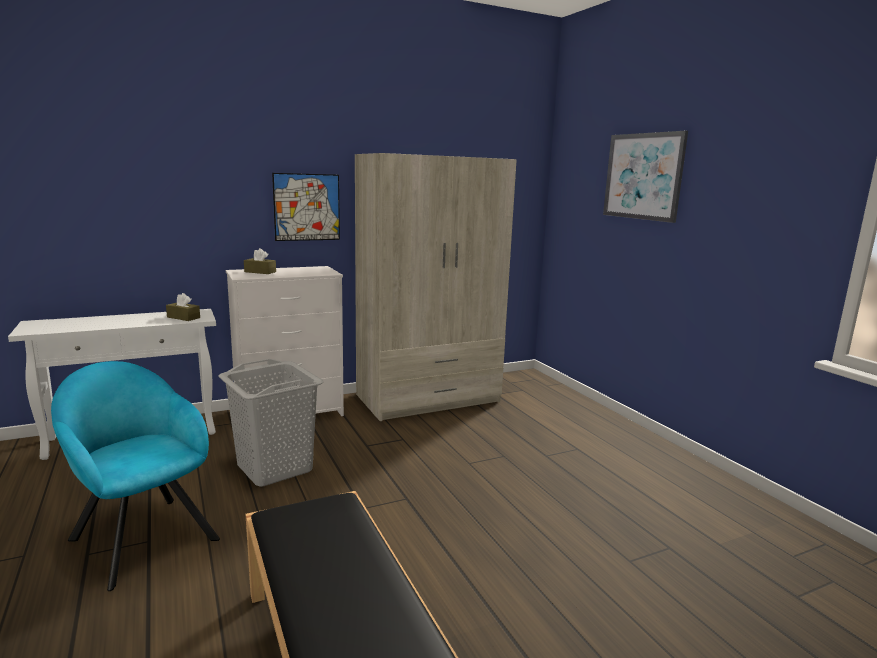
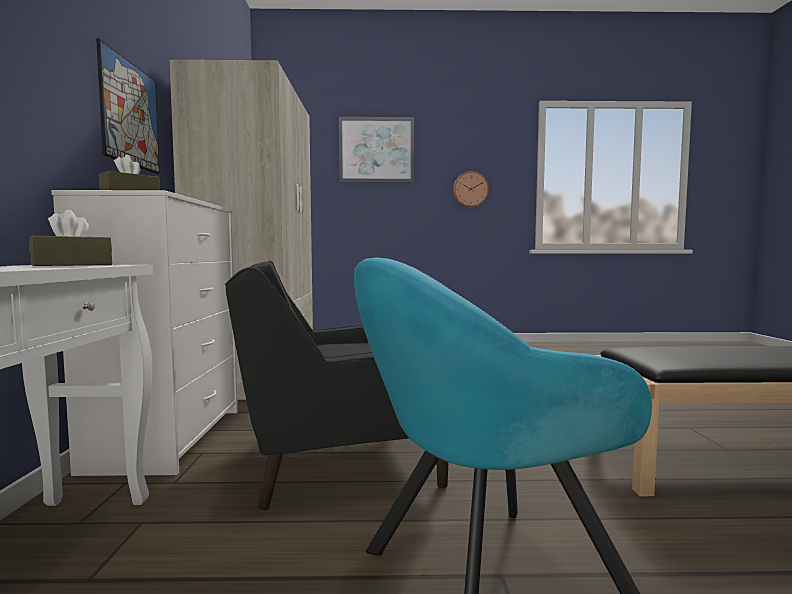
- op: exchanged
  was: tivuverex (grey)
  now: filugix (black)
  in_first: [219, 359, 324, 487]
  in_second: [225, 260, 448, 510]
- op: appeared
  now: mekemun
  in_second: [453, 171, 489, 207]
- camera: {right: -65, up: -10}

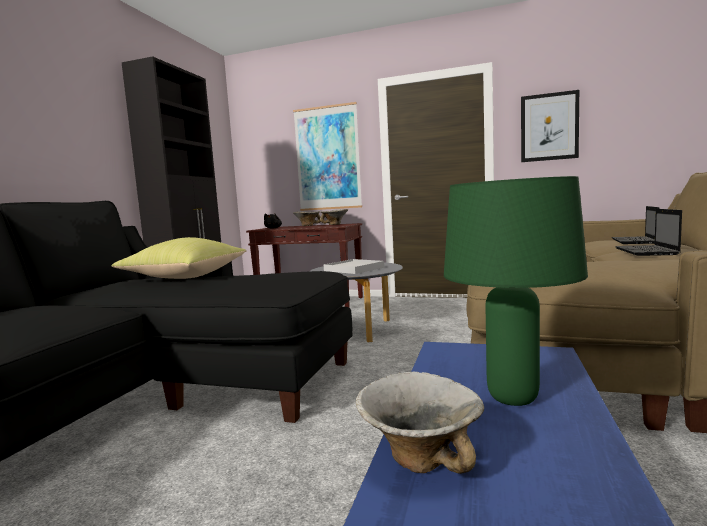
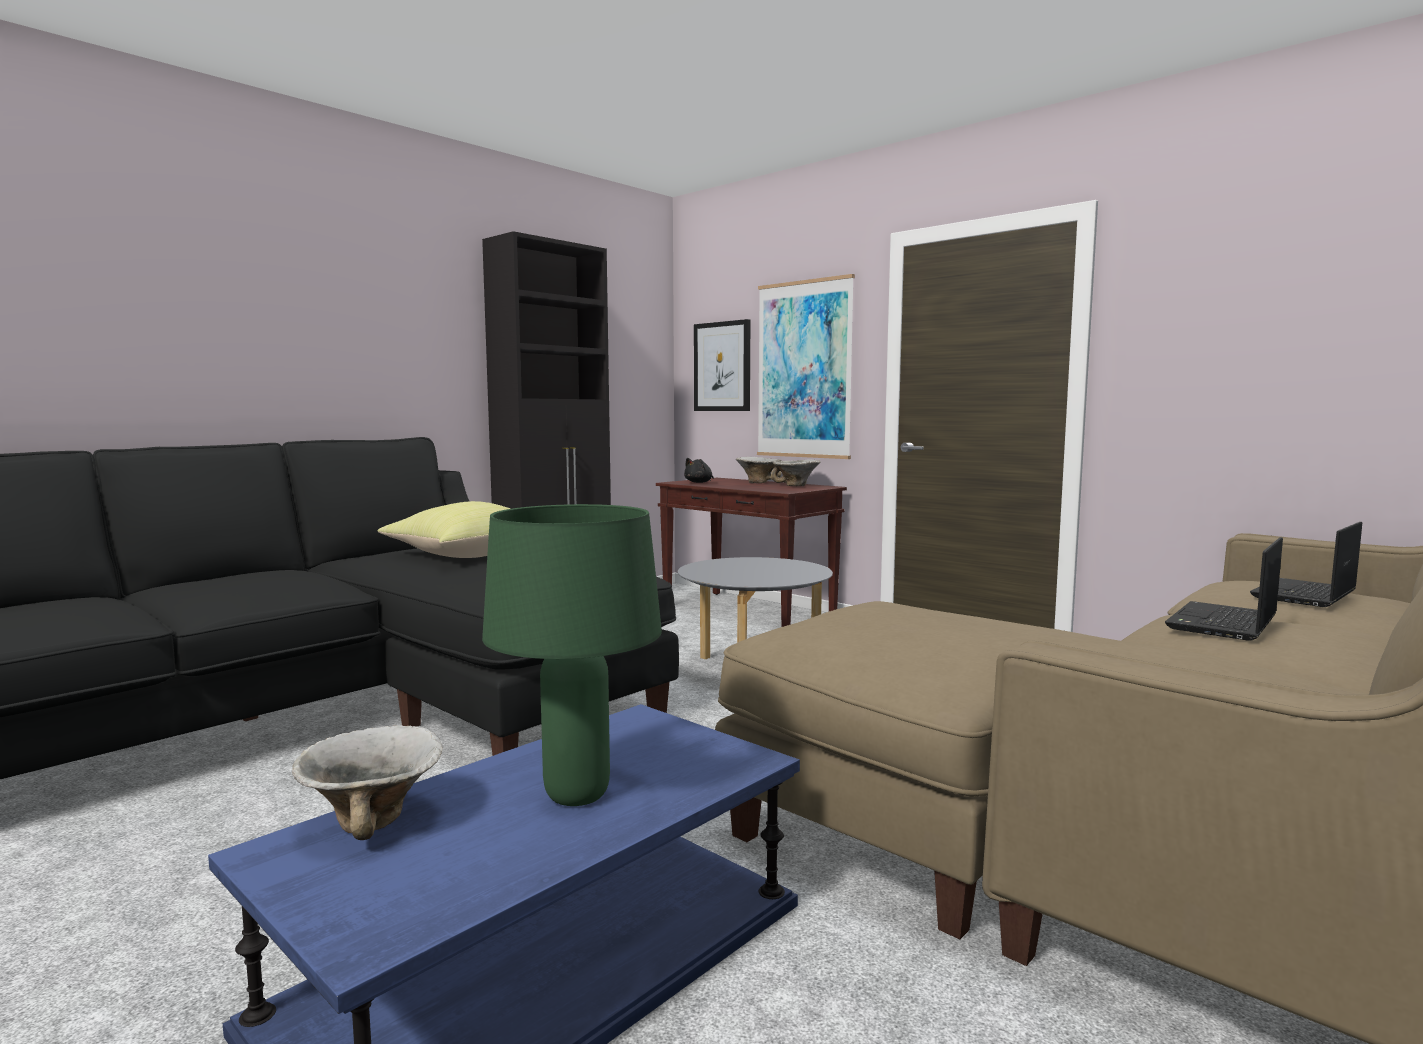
- op: missing
  was: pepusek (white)
  in_first: [324, 259, 384, 274]
- op: relocated
  was: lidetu
  in_first: [521, 90, 579, 162]
  in_second: [694, 319, 750, 411]
- camera: {right: 25, up: 0}

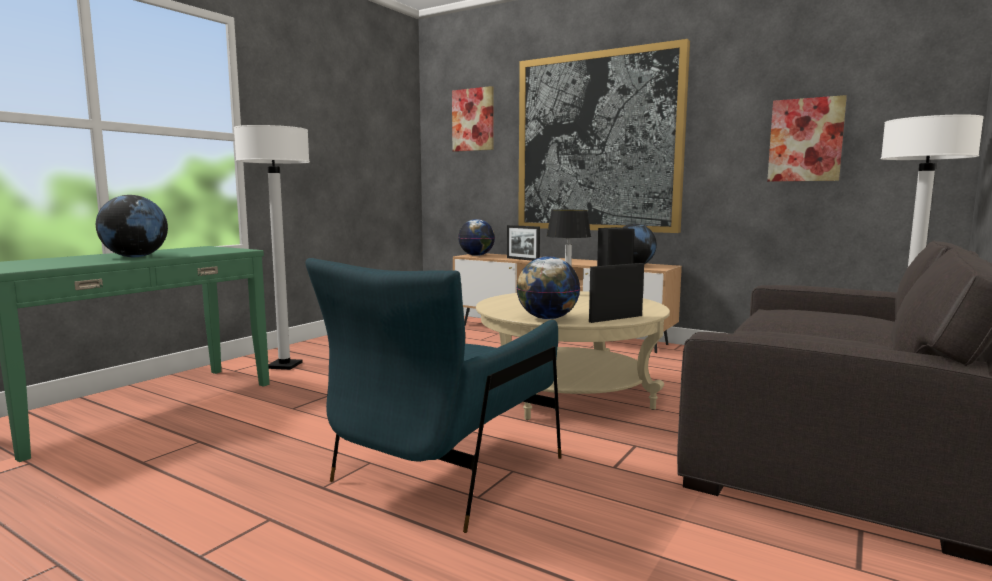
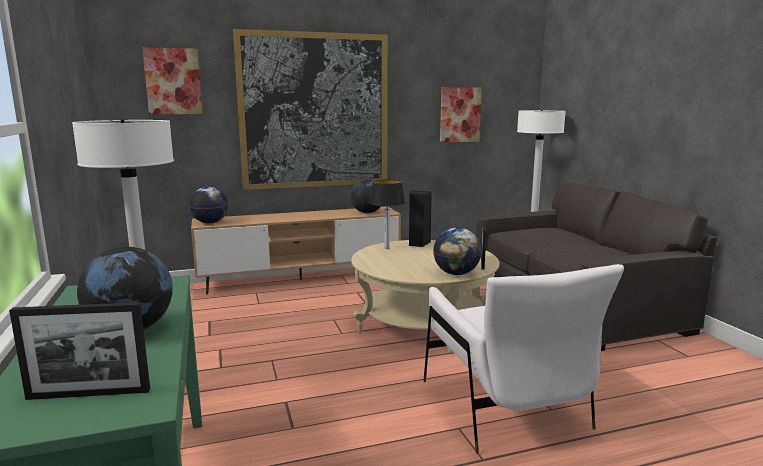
- op: colour
  was: filugix (blue)
  now: filugix (white)
  in_first: [305, 258, 562, 533]
  in_second: [423, 264, 624, 454]
- op: relocated
  was: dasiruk
  in_first: [507, 225, 540, 261]
  in_second: [9, 302, 150, 400]
- camera: {right: -50, up: 5}

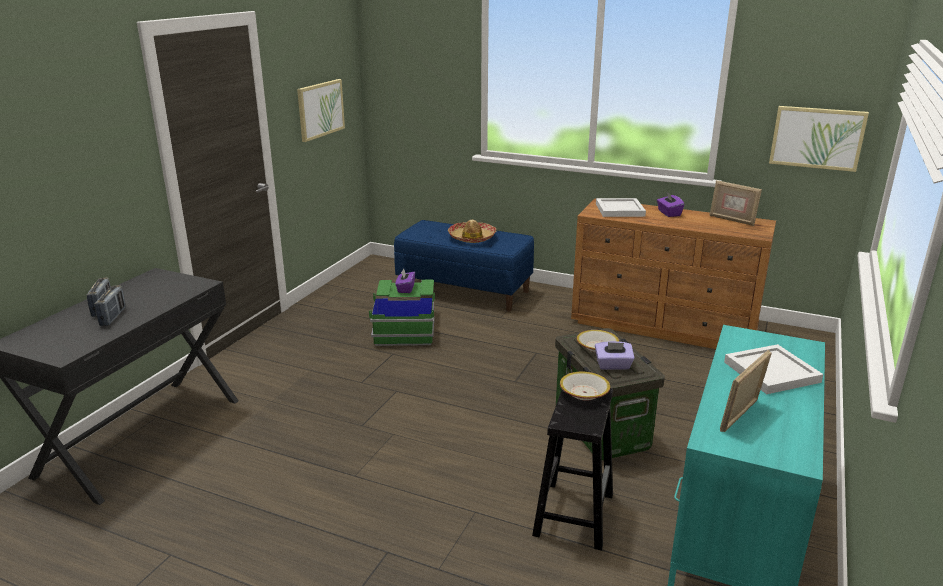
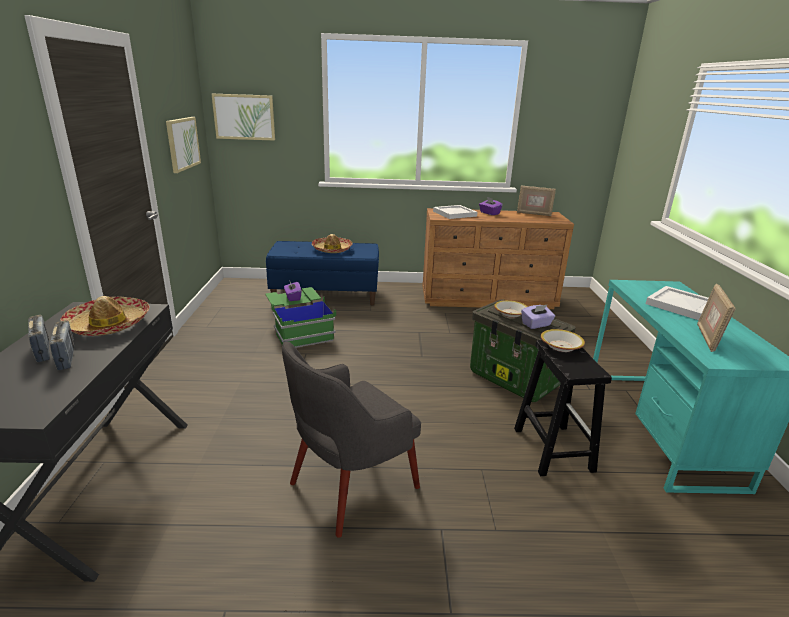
- op: relocated
  was: lidetu
  in_first: [769, 106, 869, 172]
  in_second: [212, 94, 275, 141]
- op: appeared
  now: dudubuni
  in_second: [60, 296, 150, 336]
- op: appeared
  now: filugix (grey)
  in_second: [282, 341, 421, 538]
- camera: {right: -25, up: 0}

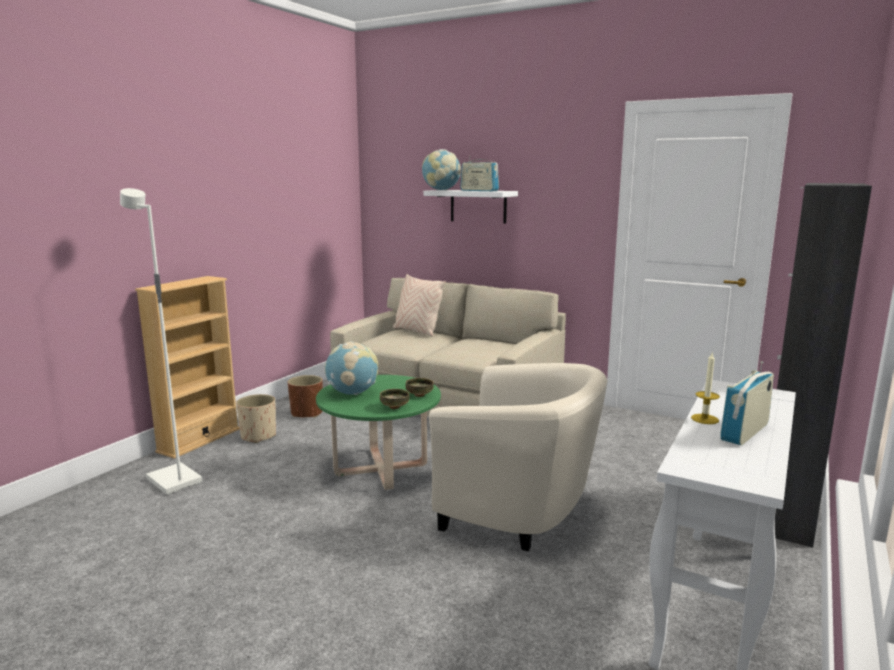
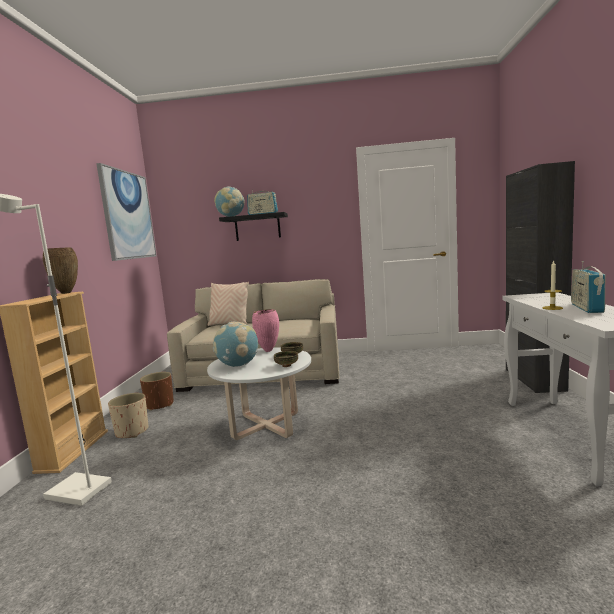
- op: colour
  was: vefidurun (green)
  now: vefidurun (white)
  in_first: [316, 375, 441, 490]
  in_second: [207, 347, 311, 440]
- op: colour
  was: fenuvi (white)
  now: fenuvi (black)
  in_first: [423, 190, 518, 224]
  in_second: [219, 212, 288, 241]
- op: missing
  was: filugix (beige)
  in_first: [429, 363, 607, 552]
- op: appeared
  now: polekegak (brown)
  in_second: [43, 247, 78, 294]
- op: appeared
  now: lidetu
  in_second: [96, 163, 157, 261]
- op: appeared
  now: polekegak (pink)
  in_second: [252, 309, 279, 352]
- camera: {right: -25, up: -5}

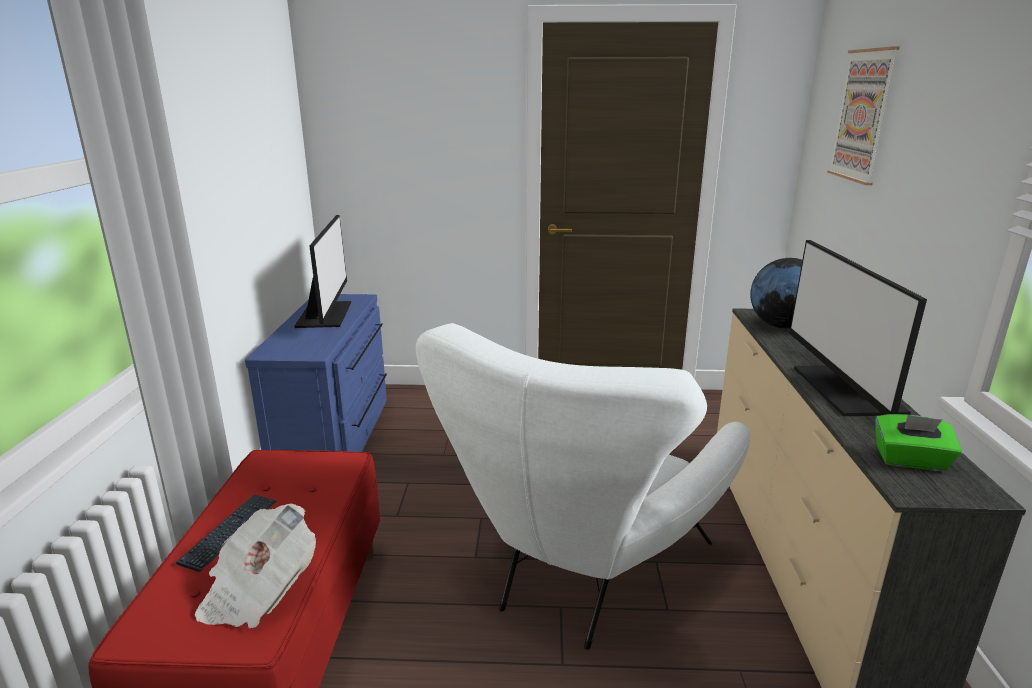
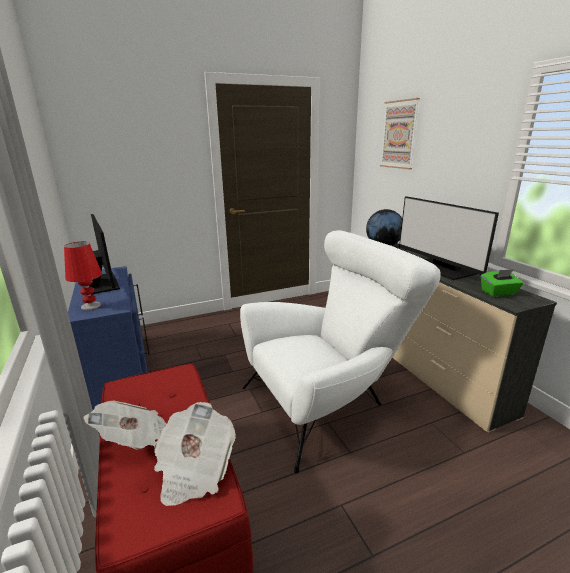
- op: exchanged
  was: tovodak
  now: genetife
  in_first: [176, 494, 277, 572]
  in_second: [83, 400, 167, 449]
- op: spun
  was: filugix (white)
  in_first: [416, 323, 750, 650]
  in_second: [240, 230, 441, 474]
  clockwise: -120
- op: appeared
  now: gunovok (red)
  in_second: [64, 242, 102, 310]
- camera: {right: -25, up: 0}

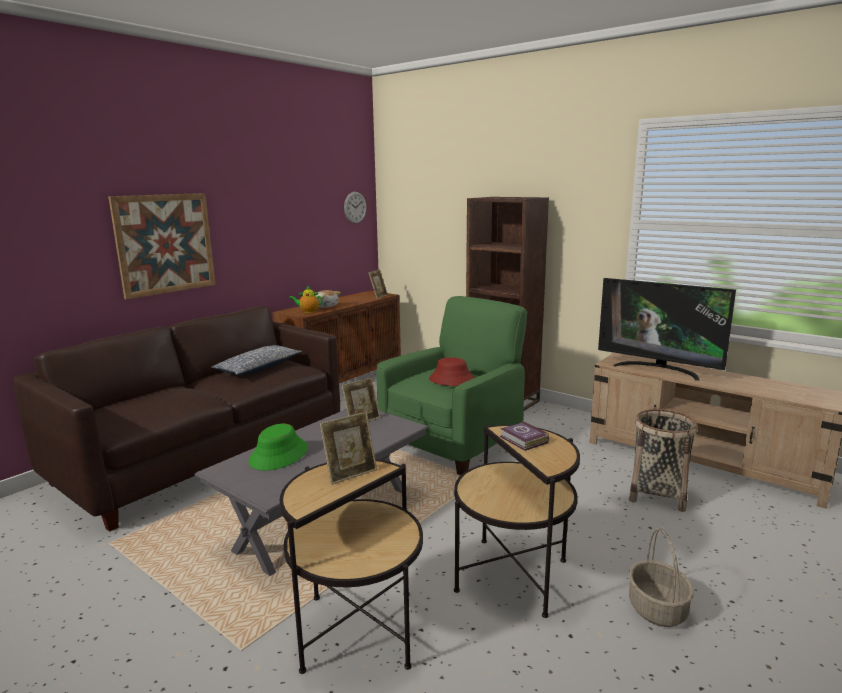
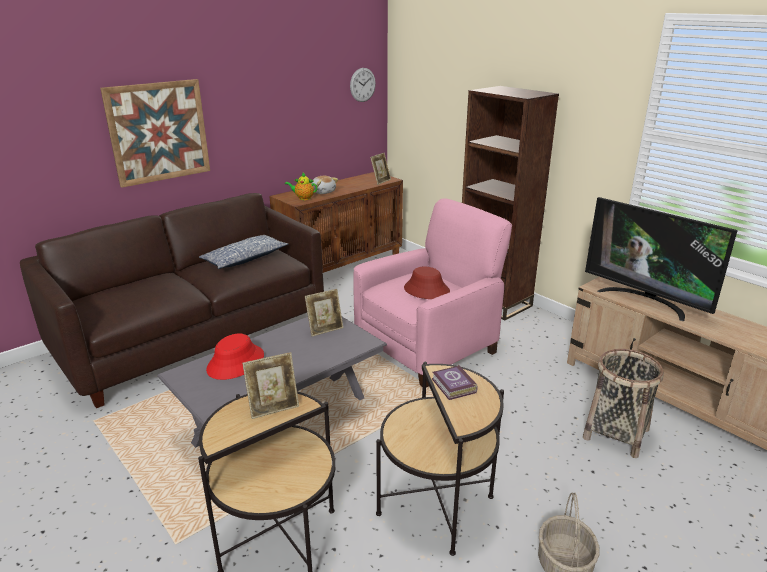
- op: colour
  was: dudubuni (green)
  now: dudubuni (red)
  in_first: [249, 424, 308, 471]
  in_second: [206, 333, 264, 380]
- op: colour
  was: filugix (green)
  now: filugix (pink)
  in_first: [377, 296, 527, 475]
  in_second: [353, 198, 512, 388]
- camera: {right: 10, up: 10}

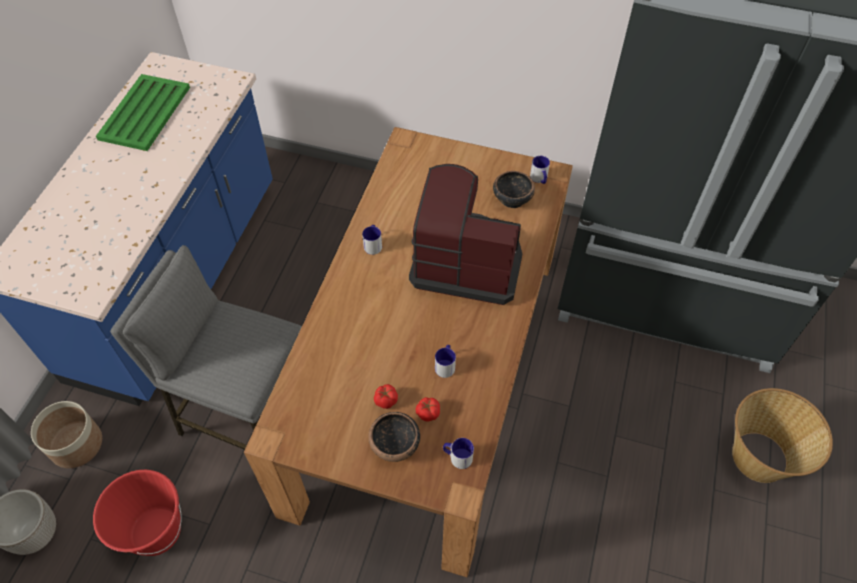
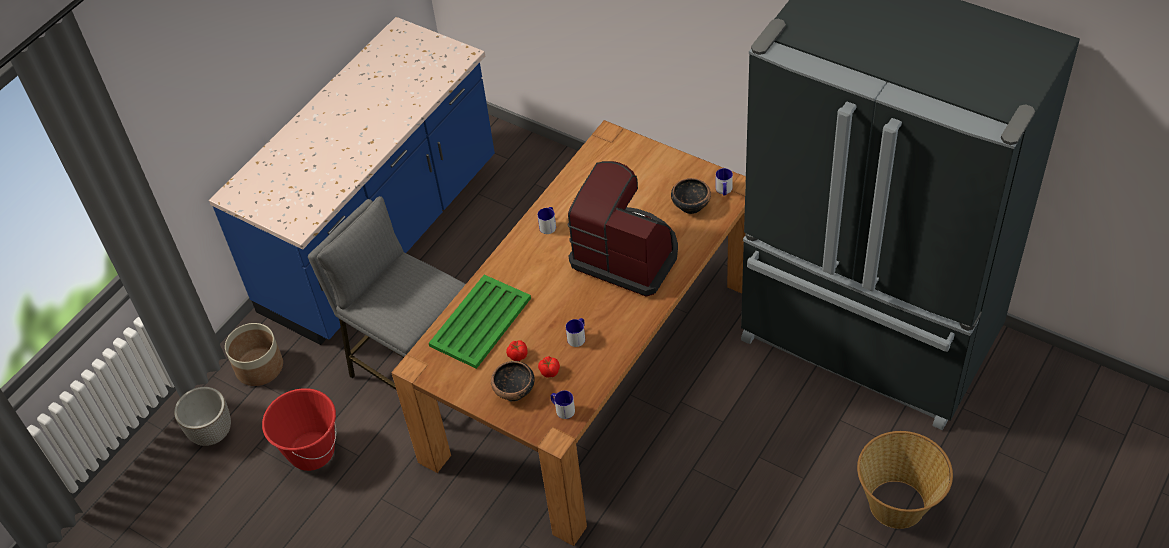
- op: relocated
  was: pepusek (green)
  in_first: [96, 74, 190, 151]
  in_second: [429, 275, 531, 369]
- camera: {right: 20, up: -5}

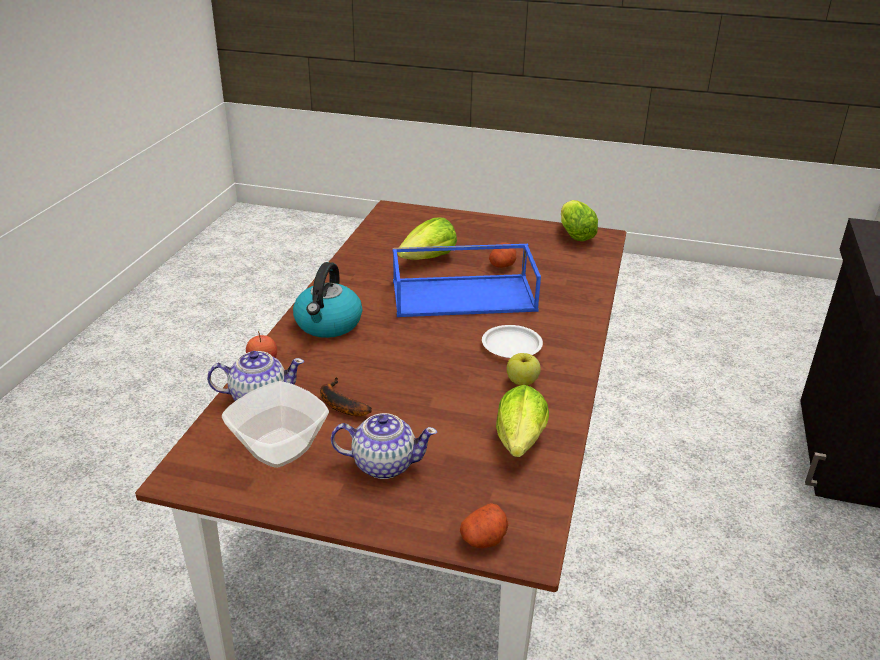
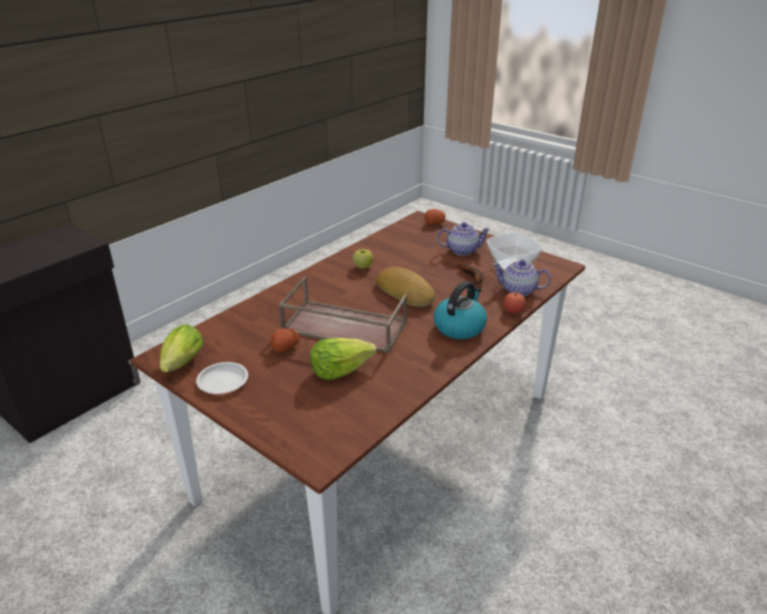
- op: spun
  was: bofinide
  in_first: [331, 413, 437, 479]
  in_second: [437, 222, 490, 256]
  clockwise: 150
- op: colour
  was: pepusek (blue)
  now: pepusek (brown)
  in_first: [393, 244, 541, 317]
  in_second: [279, 277, 407, 353]
- op: relocated
  was: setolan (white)
  in_first: [482, 325, 543, 358]
  in_second: [196, 362, 248, 394]
- op: missing
  was: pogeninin
  in_first: [496, 385, 549, 457]
- op: appeared
  now: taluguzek
  in_second: [376, 267, 435, 307]
- camera: {right: -155, up: 0}

